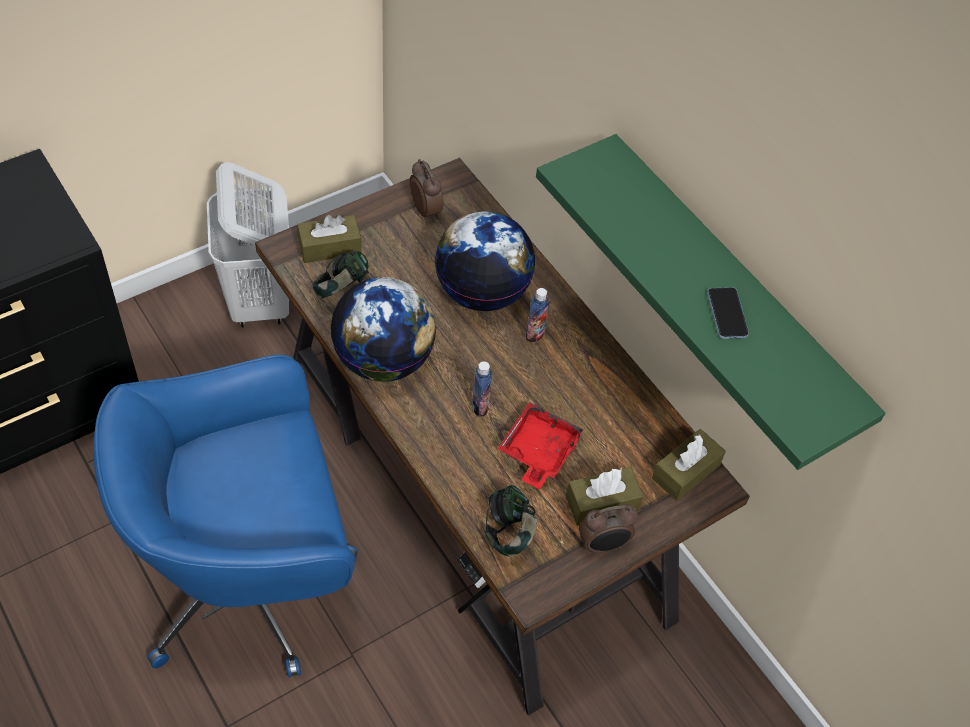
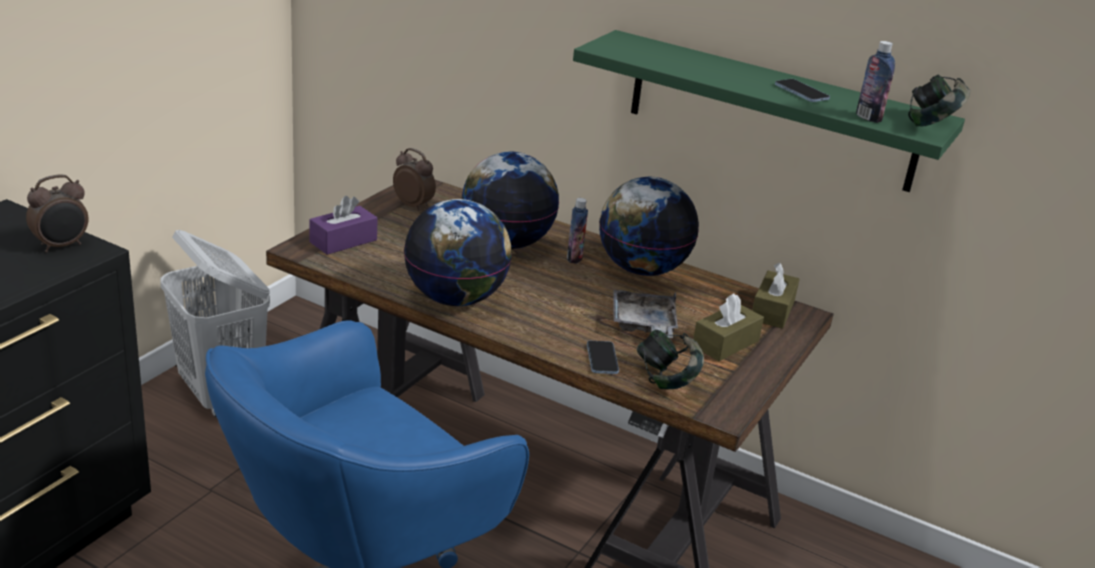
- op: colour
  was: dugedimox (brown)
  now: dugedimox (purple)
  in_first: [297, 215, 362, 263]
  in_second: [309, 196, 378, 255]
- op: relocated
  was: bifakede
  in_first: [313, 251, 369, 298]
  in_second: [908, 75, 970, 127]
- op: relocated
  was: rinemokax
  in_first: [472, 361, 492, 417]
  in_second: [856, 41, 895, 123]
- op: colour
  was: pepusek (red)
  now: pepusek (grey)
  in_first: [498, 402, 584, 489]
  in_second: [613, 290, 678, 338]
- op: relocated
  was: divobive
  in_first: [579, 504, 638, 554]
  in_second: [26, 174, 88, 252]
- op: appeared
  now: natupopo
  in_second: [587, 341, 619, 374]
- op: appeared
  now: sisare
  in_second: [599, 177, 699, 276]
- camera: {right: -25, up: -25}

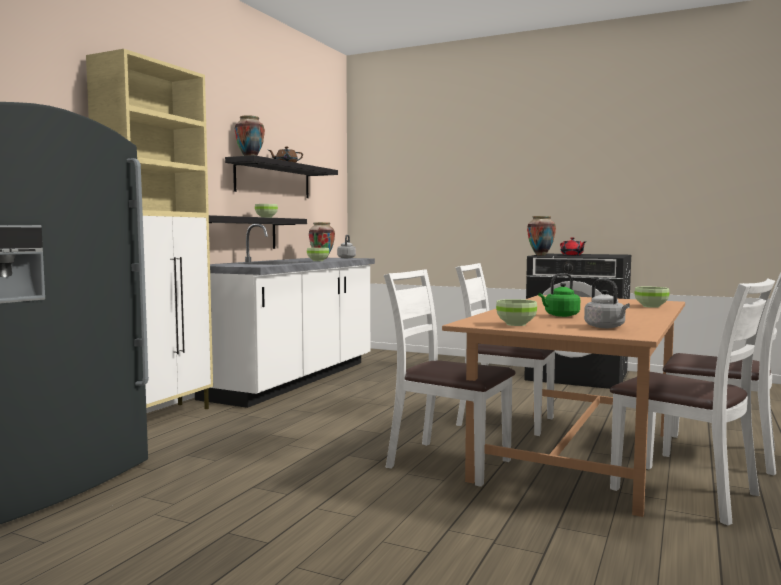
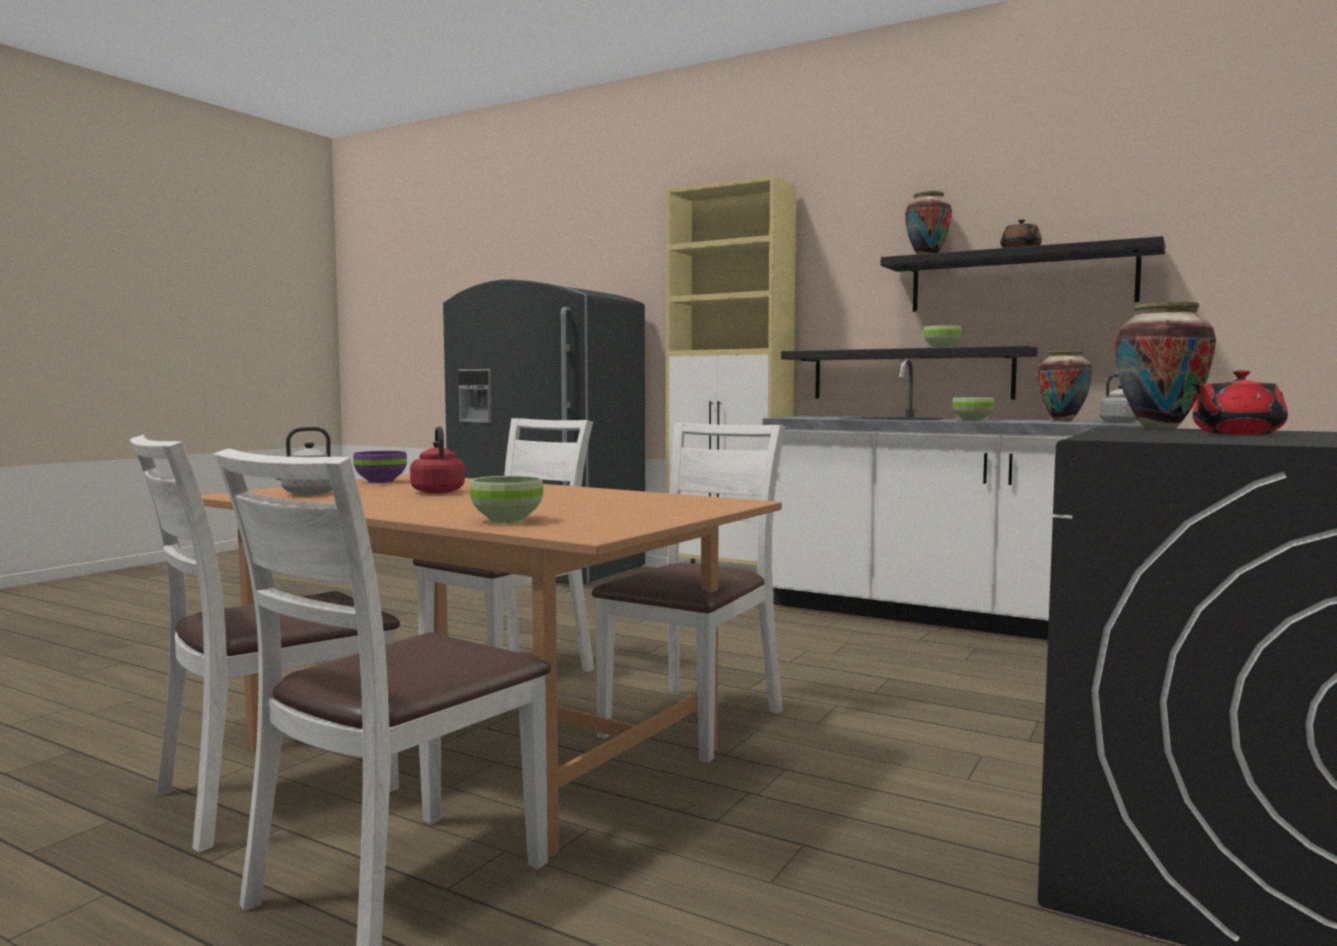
- op: colour
  was: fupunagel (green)
  now: fupunagel (purple)
  in_first: [496, 299, 537, 326]
  in_second: [353, 451, 407, 483]
- op: colour
  was: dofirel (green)
  now: dofirel (red)
  in_first: [538, 273, 580, 317]
  in_second: [410, 426, 465, 494]
- camera: {right: 95, up: 0}

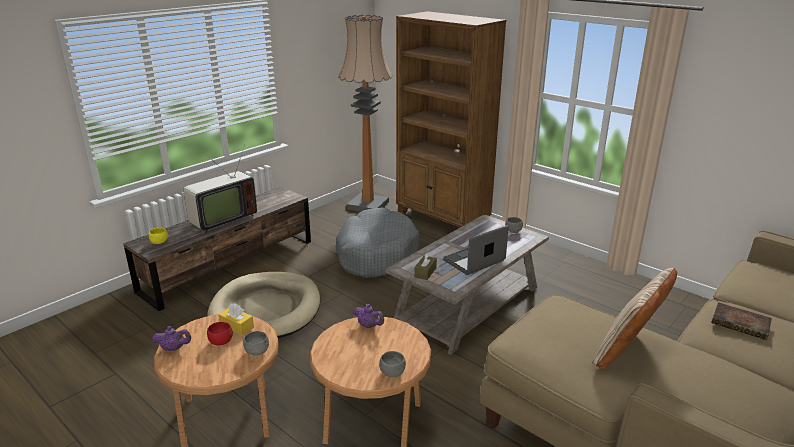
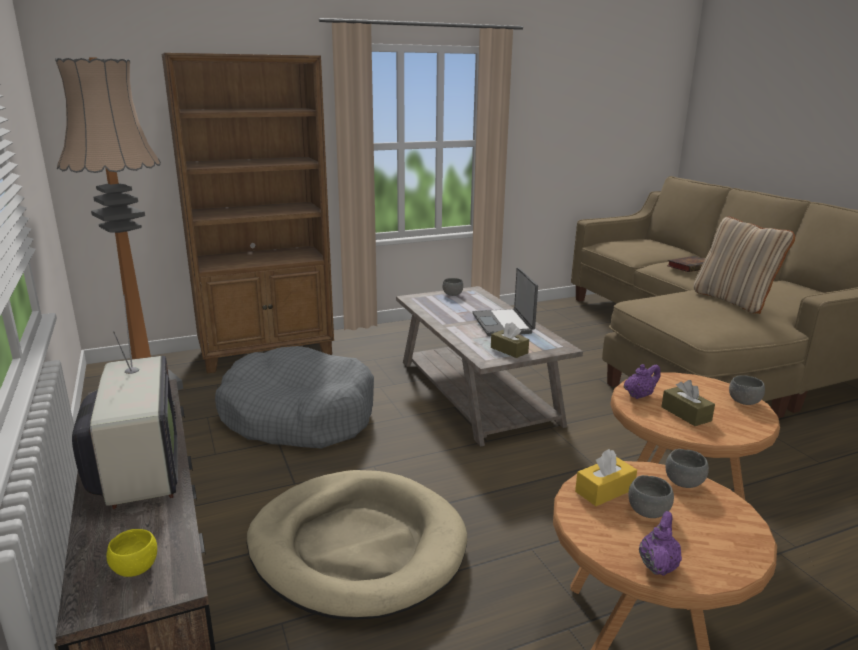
- op: colour
  was: fupunagel (red)
  now: fupunagel (grey)
  in_first: [207, 322, 233, 345]
  in_second: [628, 475, 674, 518]
- op: appeared
  now: dugedimox (brown)
  in_second: [661, 380, 715, 426]
- camera: {right: -65, up: -5}

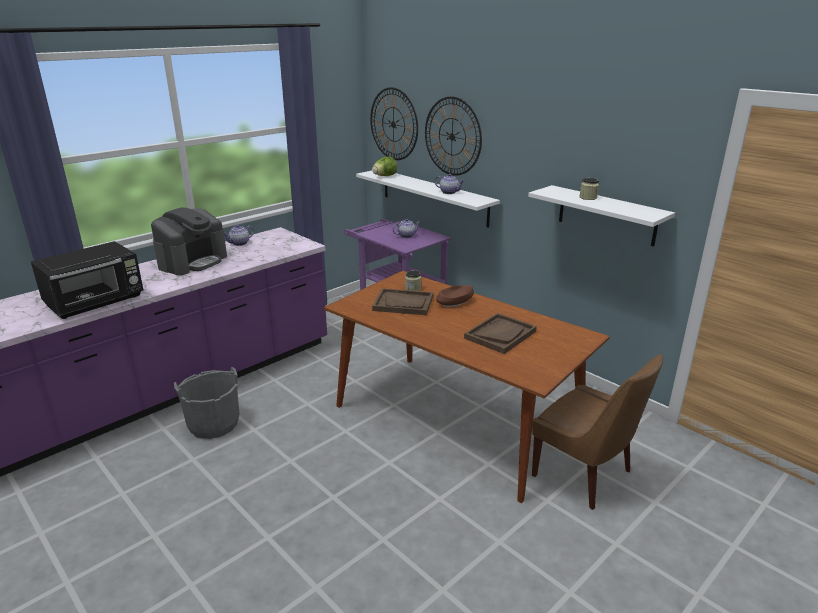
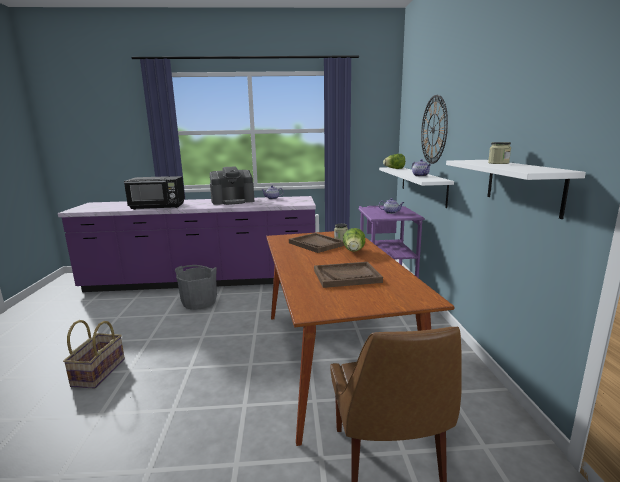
- op: missing
  was: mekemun
  in_first: [370, 87, 418, 160]
- op: exchanged
  was: fupunagel (brown)
  now: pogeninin
  in_first: [436, 285, 474, 307]
  in_second: [343, 228, 365, 252]
- op: appeared
  now: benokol
  in_second: [63, 320, 125, 389]
- camera: {right: 40, up: -10}

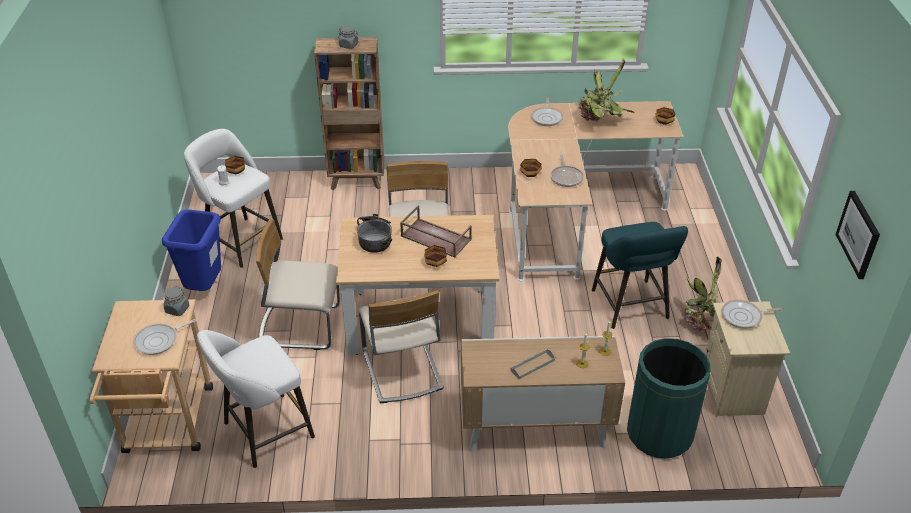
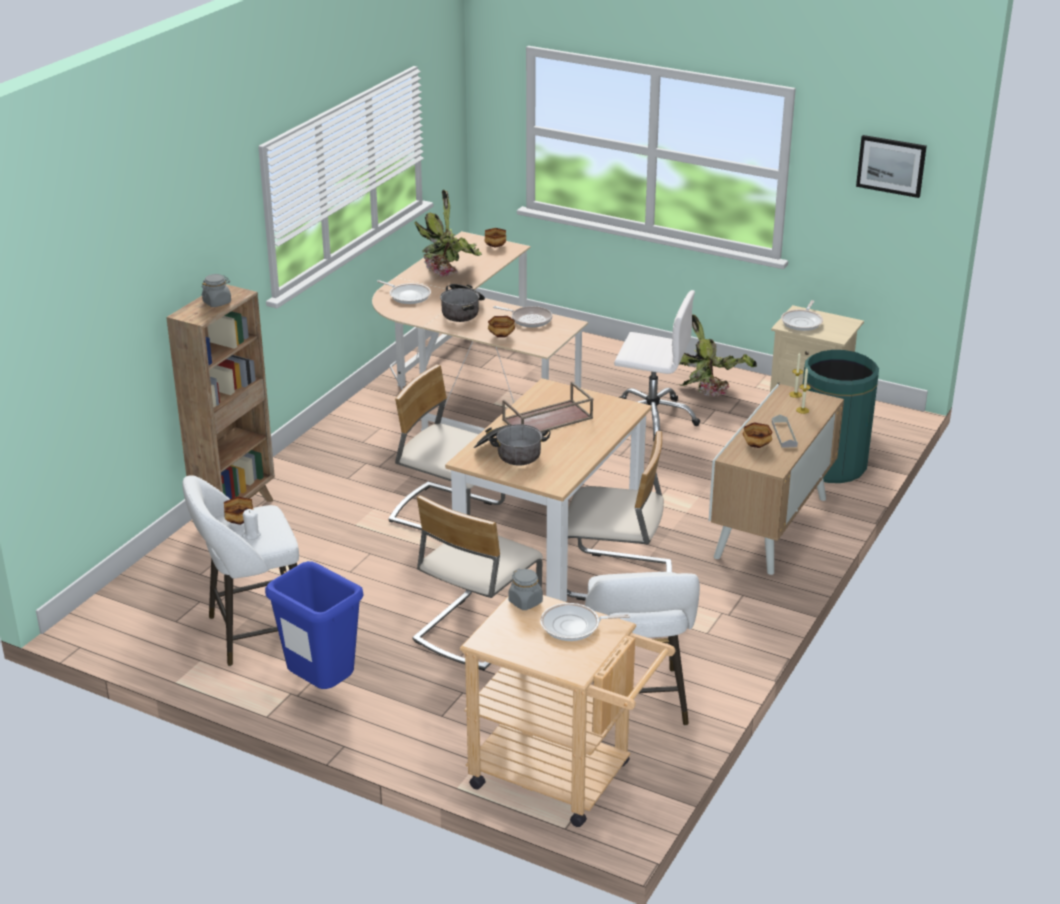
- op: spun
  was: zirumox
  in_first: [133, 319, 196, 355]
  in_second: [540, 603, 630, 641]
  clockwise: 90
- op: relocated
  was: fupunagel
  in_first: [424, 245, 447, 267]
  in_second: [742, 422, 773, 448]
- op: exchanged
  was: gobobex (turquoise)
  now: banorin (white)
  in_first: [592, 222, 688, 329]
  in_second: [614, 290, 700, 441]
- op: appeared
  now: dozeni
  in_second: [440, 284, 485, 322]
- camera: {right: -60, up: -10}

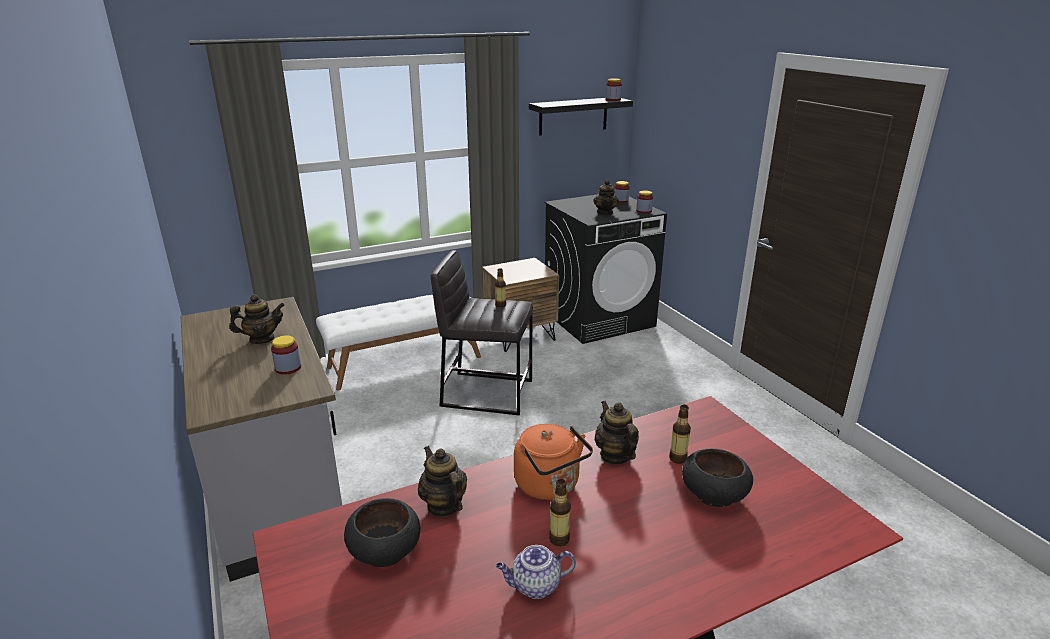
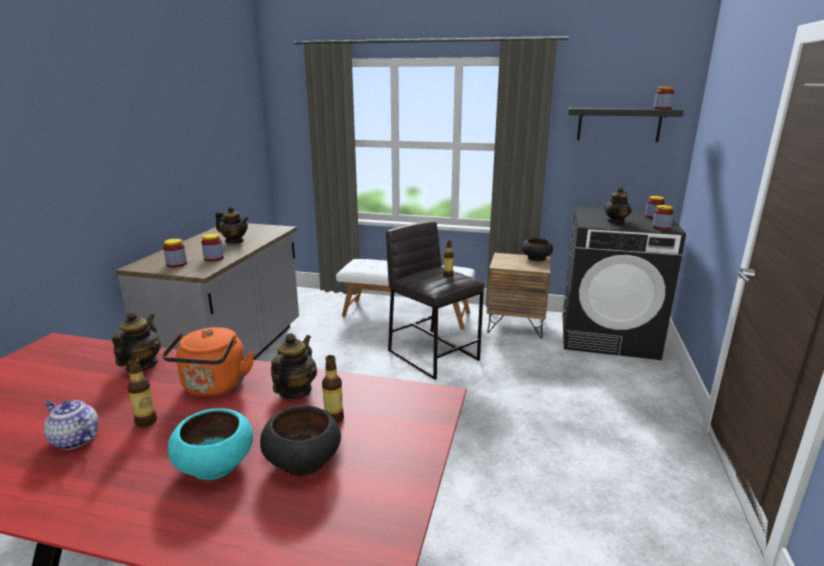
- op: relocated
  was: fupunagel (black)
  in_first: [344, 498, 420, 567]
  in_second: [522, 238, 553, 261]
- op: appeared
  now: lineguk
  in_second: [163, 239, 187, 268]
- op: appeared
  now: fupunagel (turquoise)
  in_second: [168, 408, 253, 480]
- camera: {right: 40, up: -5}

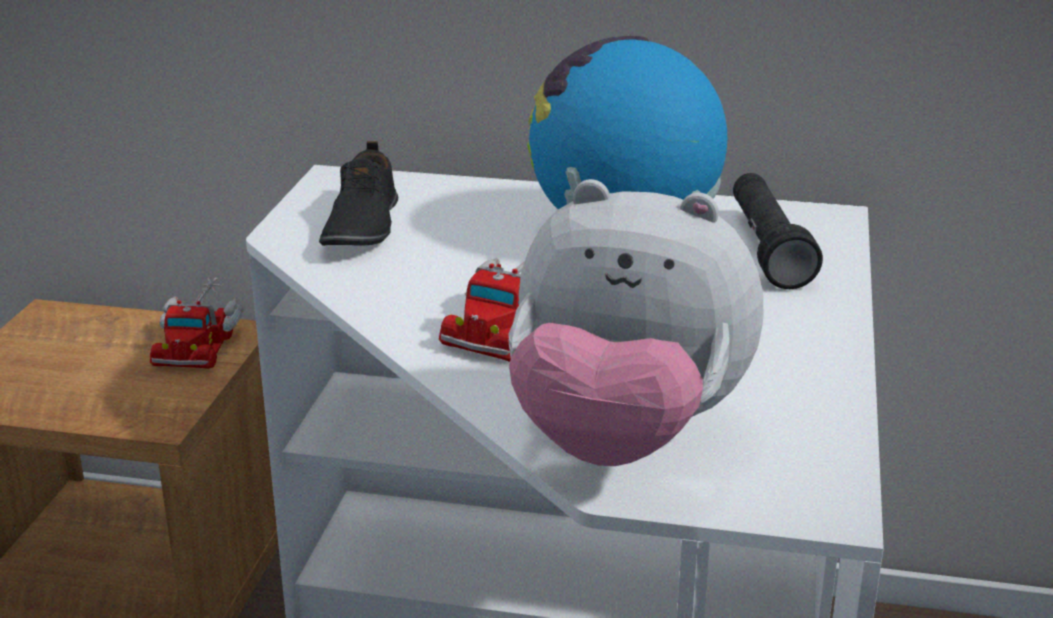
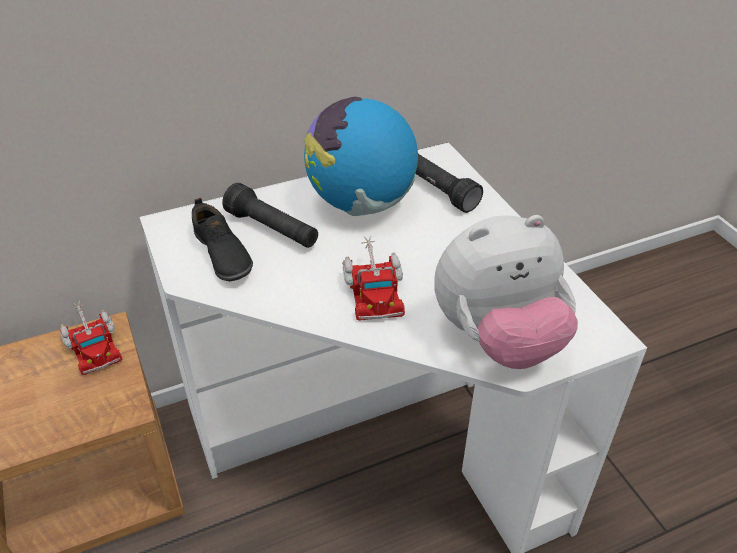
- op: appeared
  now: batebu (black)
  in_second: [222, 183, 318, 248]
- camera: {right: -35, up: 15}

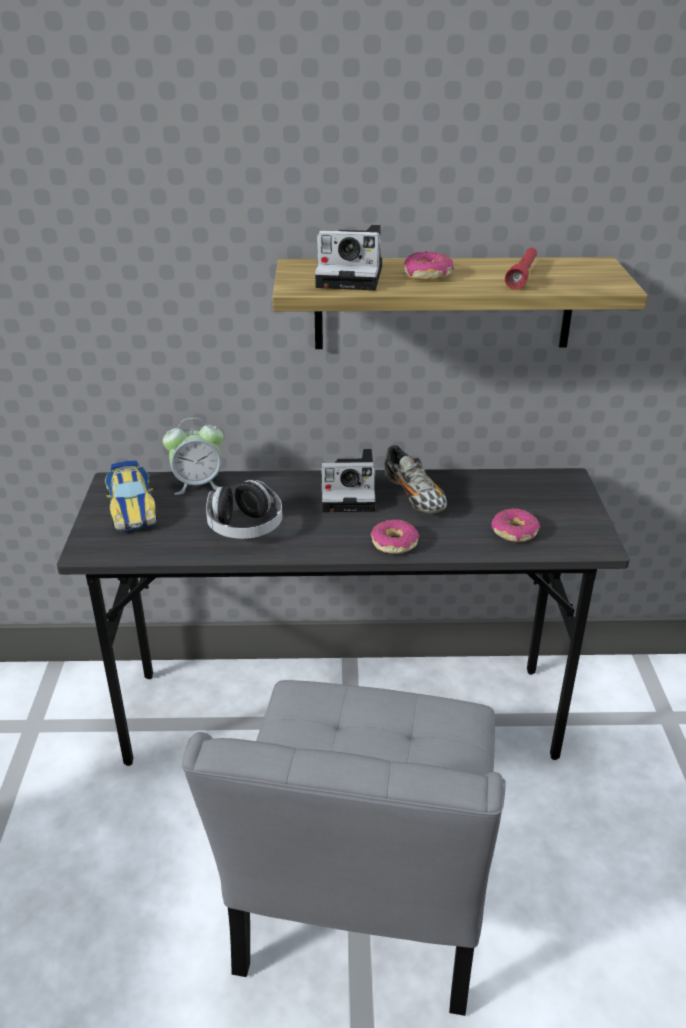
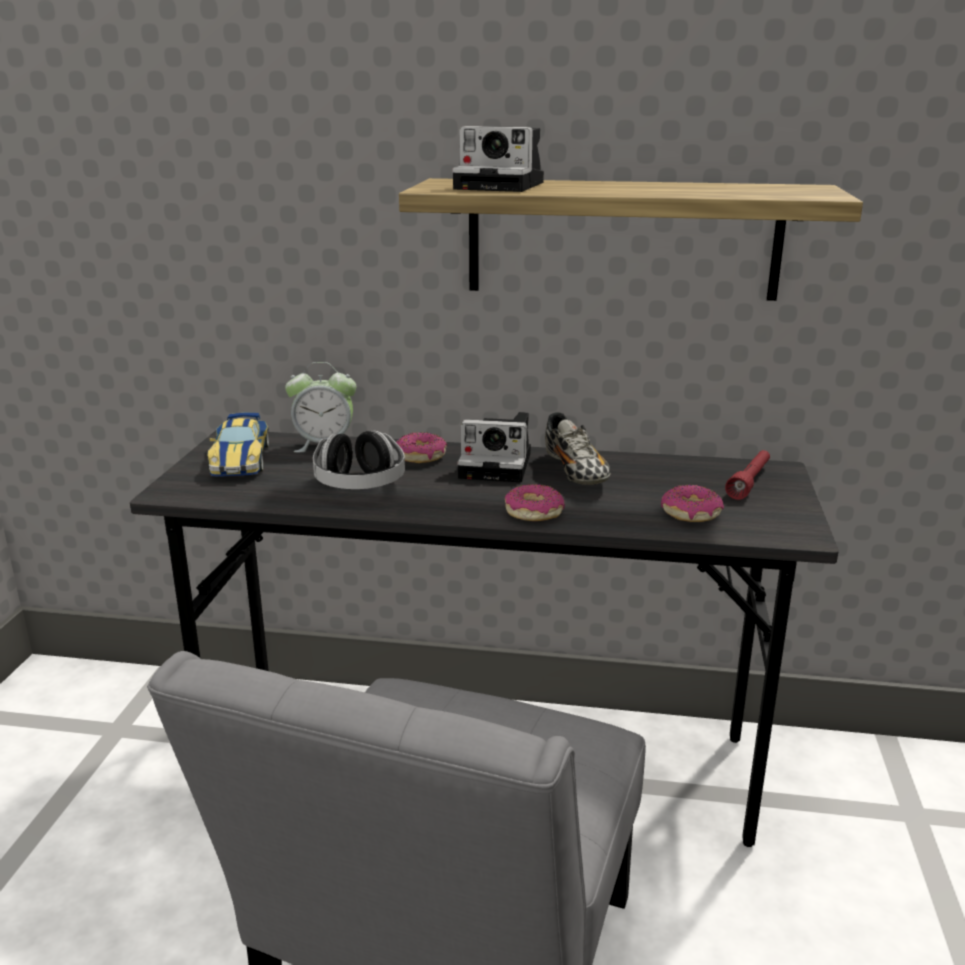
- op: relocated
  was: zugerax
  in_first: [404, 252, 454, 280]
  in_second: [396, 432, 447, 463]
- op: relocated
  was: batebu (red)
  in_first: [505, 248, 537, 290]
  in_second: [725, 450, 770, 500]
- camera: {right: 10, up: -10}

